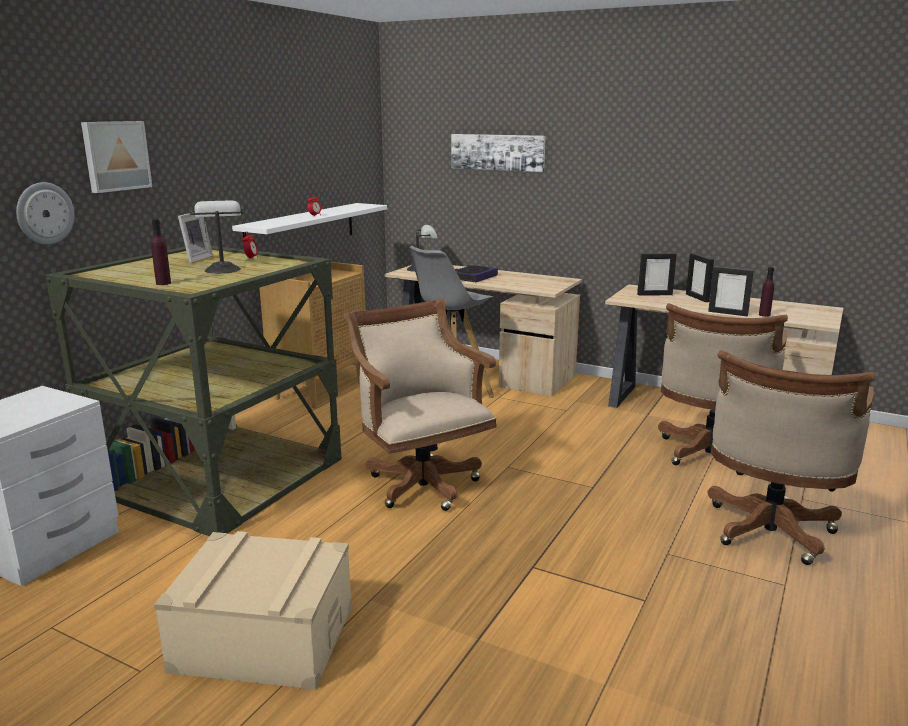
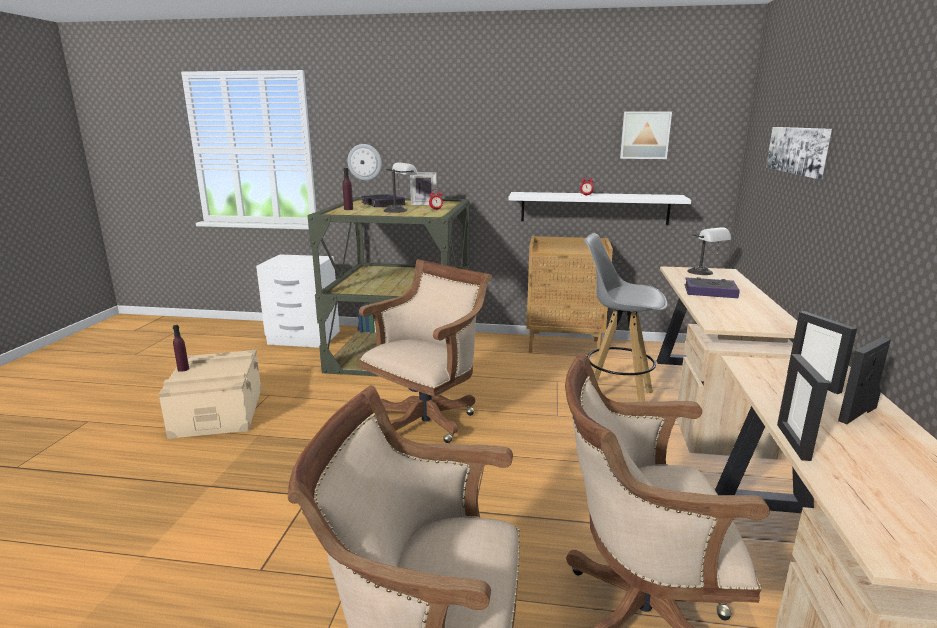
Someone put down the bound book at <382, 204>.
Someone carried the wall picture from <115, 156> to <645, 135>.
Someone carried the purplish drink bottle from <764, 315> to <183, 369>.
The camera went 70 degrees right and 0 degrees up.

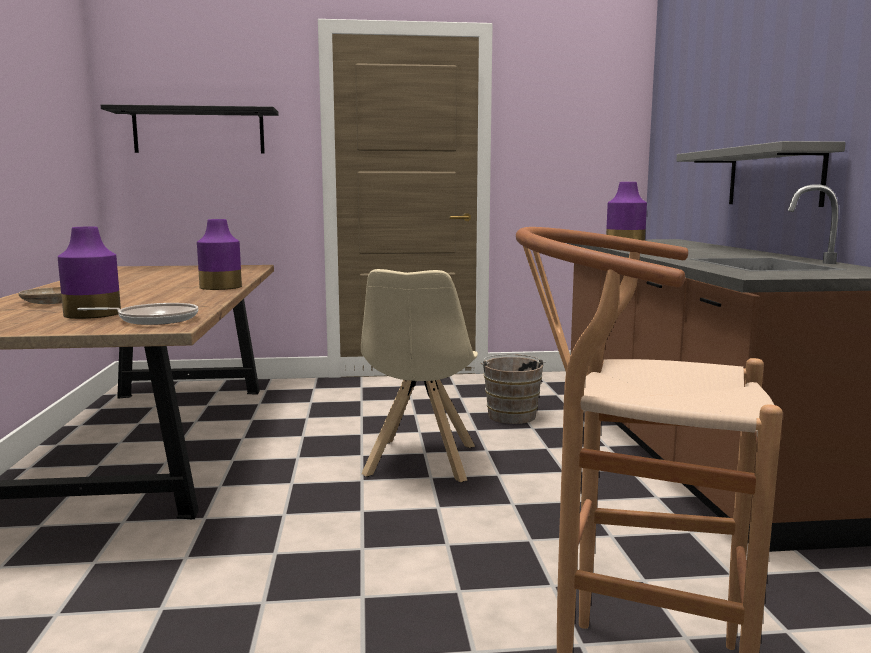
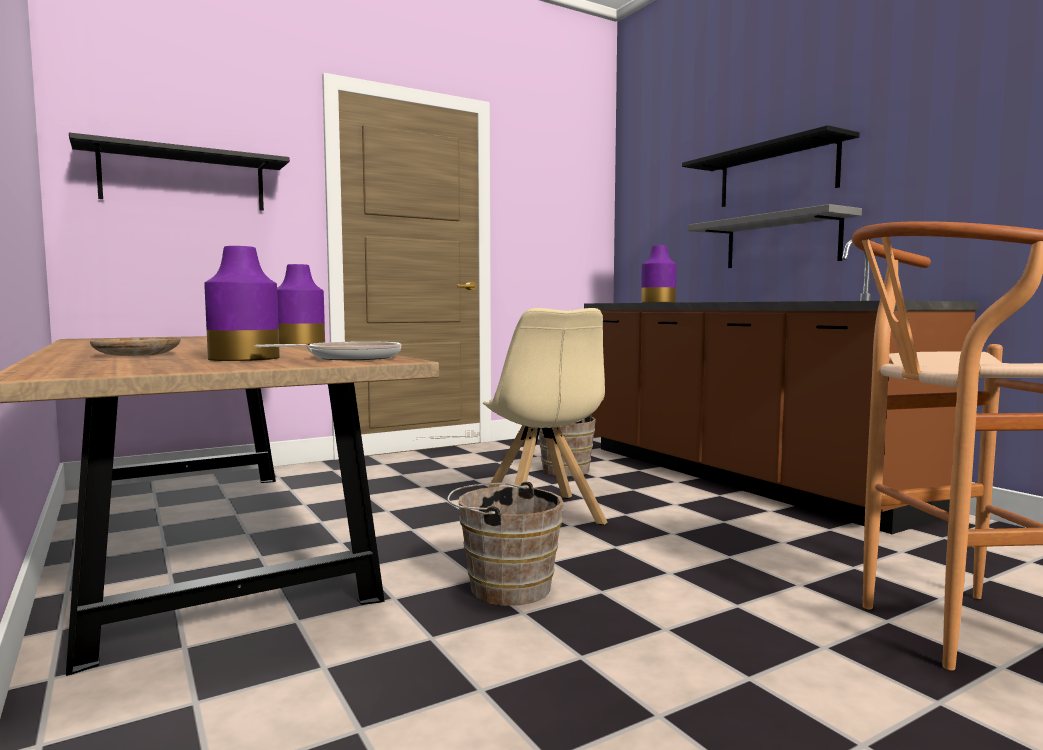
Someone put down the brown-coloured bucket at <504, 586>.
Someone put up the black-coloured bracket shelf at <777, 174>.
The camera went 25 degrees left and 5 degrees down.

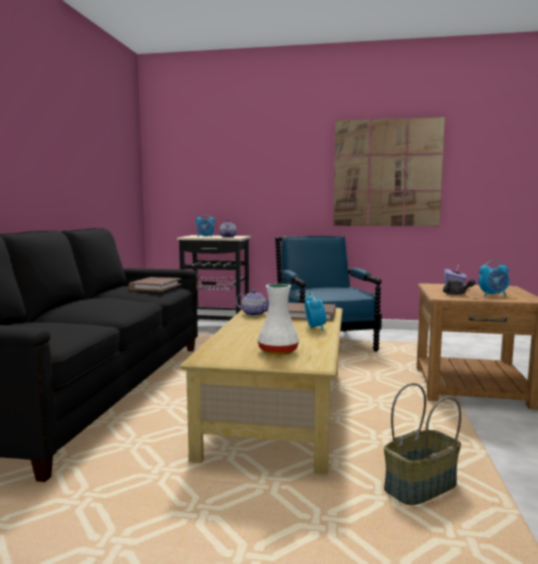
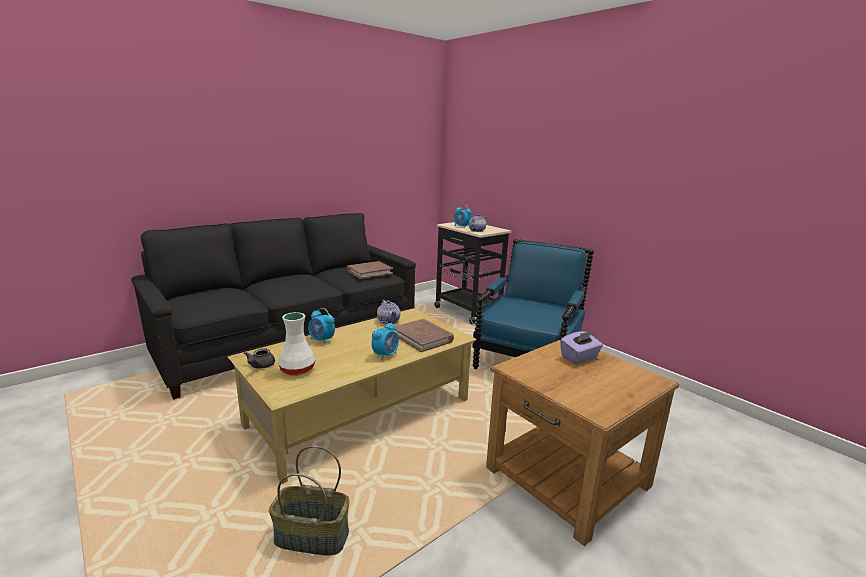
Someone took away the wall picture at <387, 173>.
Someone carried the gray teapot from <456, 294> to <260, 366>.
Someone carried the alarm clock from <493, 295> to <321, 340>.
The camera went 40 degrees right and 10 degrees up.

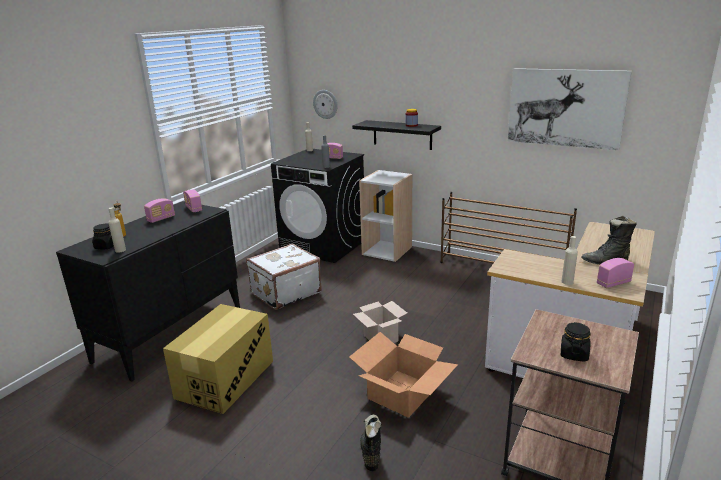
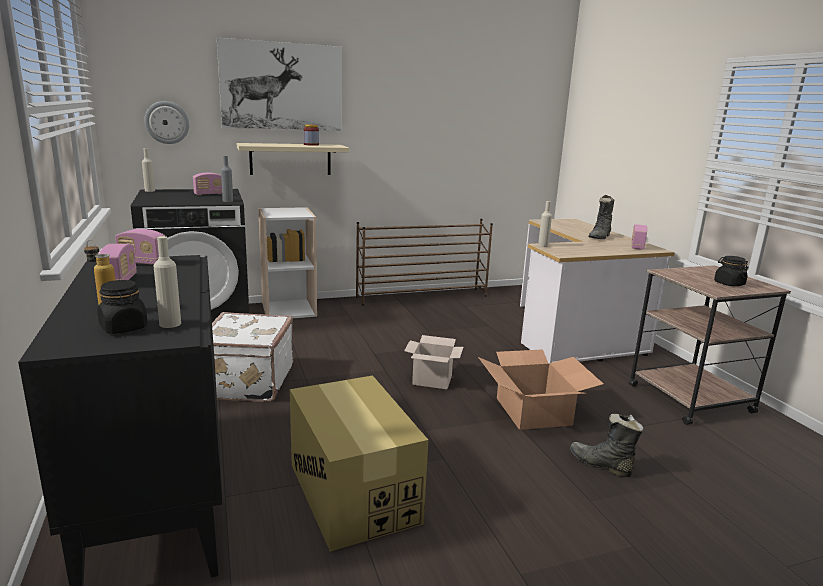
Someone carried the wall picture from <565, 108> to <282, 86>.
Someone carried the sand-coloured drink bottle from <567, 282> to <543, 245>.
Someone repainted the black-coloured bracket shelf at <402, 135>, which became the sand-coloured bracket shelf at <290, 159>.
The camera went 50 degrees left and 5 degrees down.

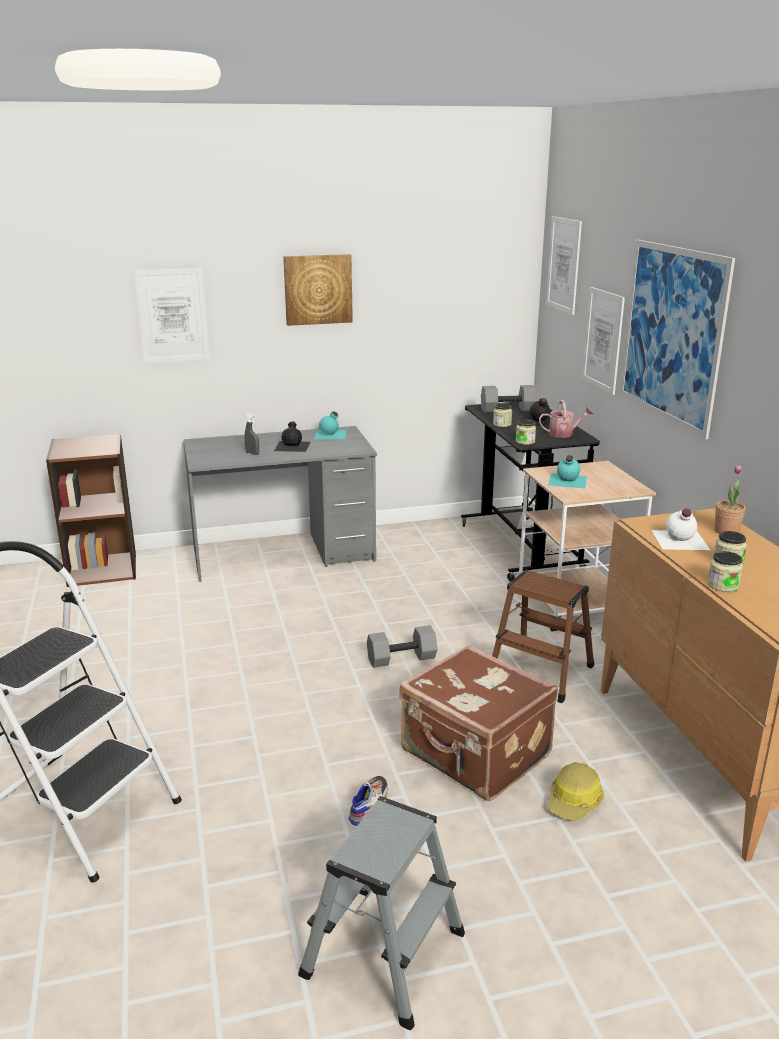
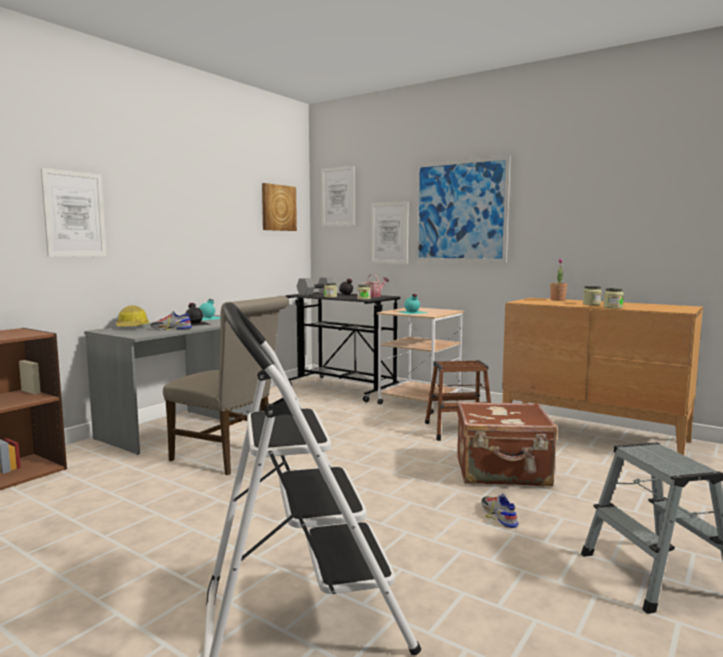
Someone took away the gray dumbbell at <402, 658>.
Someone took away the whitish drink bottle at <679, 540>.
Someone put down the sand-coloured chair at <230, 456>.
Someone carried the wall picture from <318, 289> to <278, 208>.
Someone carried the safety helmet from <574, 802> to <132, 327>.
Someone swapped the gray spray bottle at <252, 453> for the item of footwear at <171, 328>.
The camera went 40 degrees left and 15 degrees down.

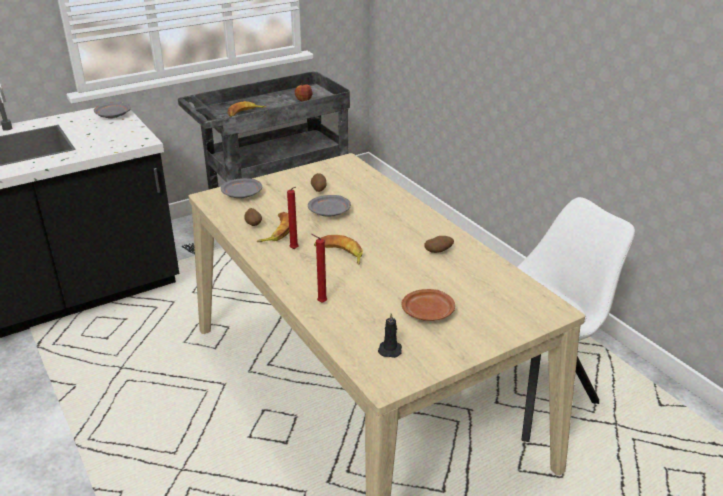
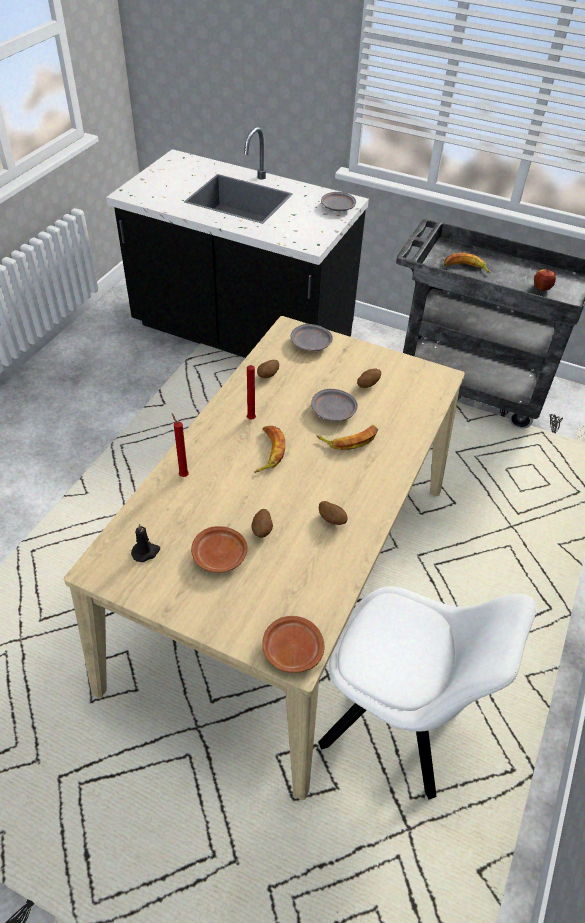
Someone put down the whole potato at <262, 530>.
Someone put down the brown-coloured flat dish at <292, 649>.
Someone carried the banana from <276, 231> to <350, 439>.
The camera went 55 degrees right and 15 degrees up.

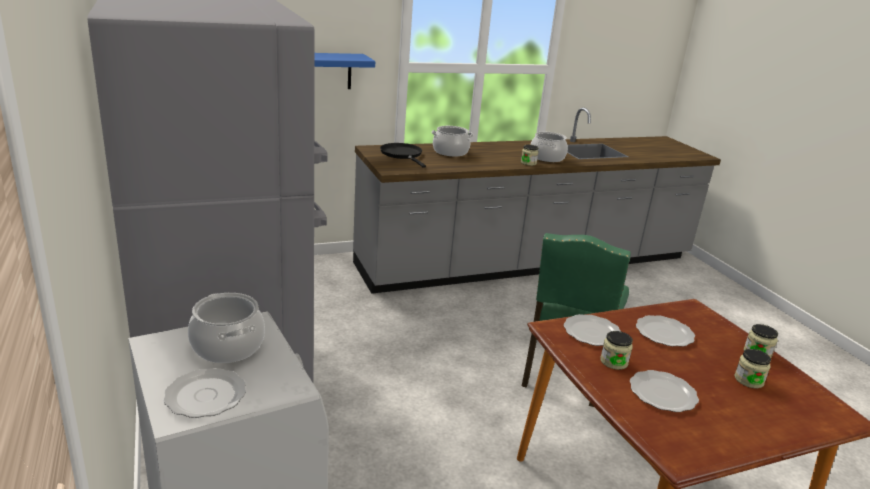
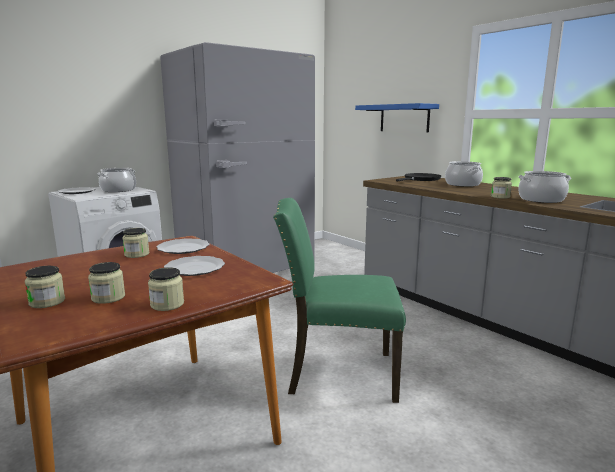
Someone took away the flat dish at <662, 393>.
Someone put down the preserve jar at <47, 302>.
The camera went 75 degrees right and 10 degrees down.

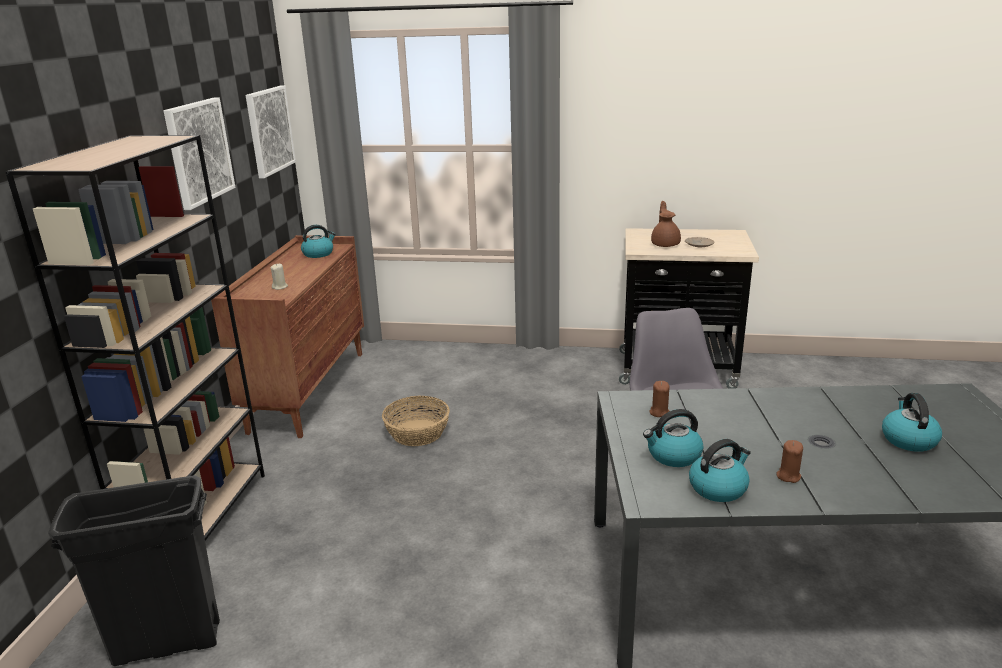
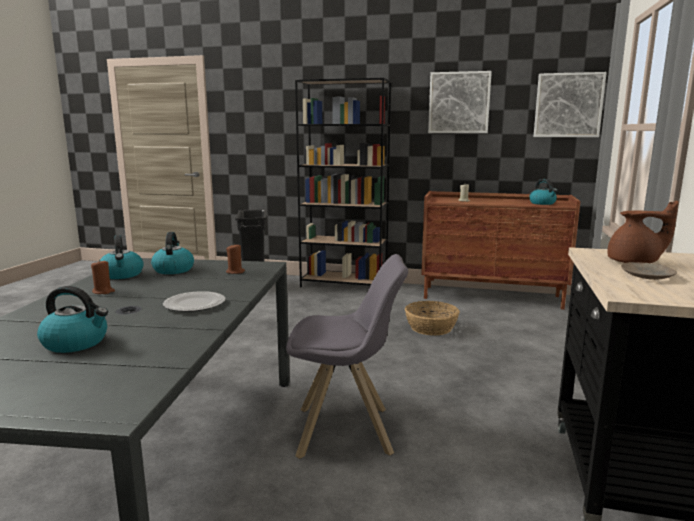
Someone put down the flat dish at <194, 304>.
The camera went 95 degrees right and 10 degrees down.

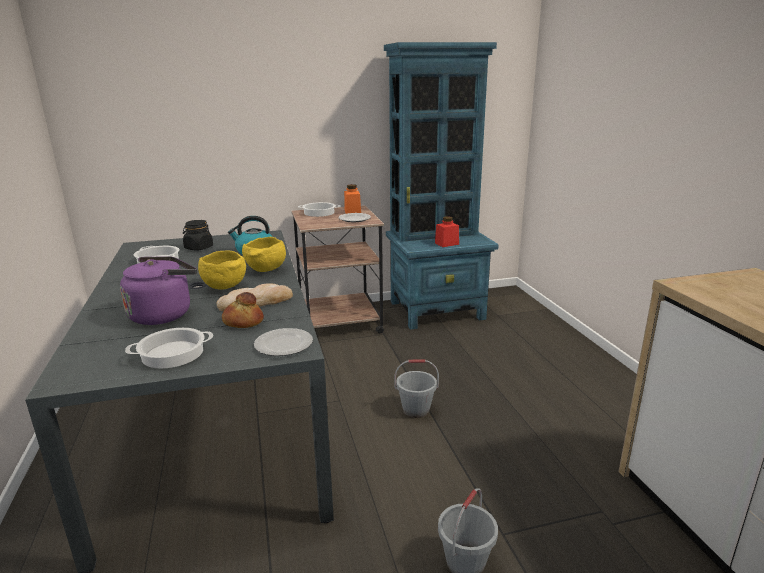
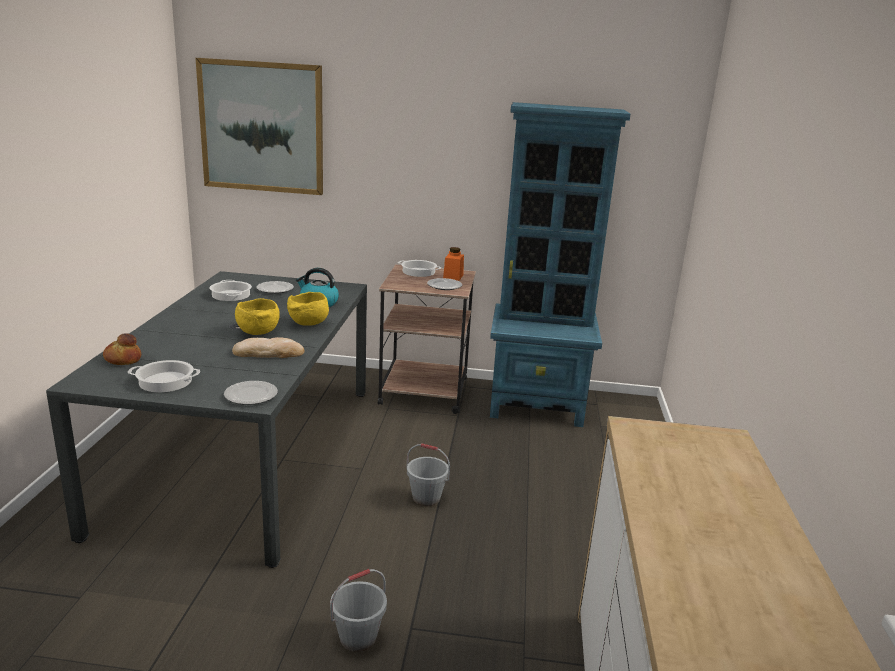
Someone took away the purplish kettle at <164, 314>.
Someone took away the reddish preserve jar at <446, 243>.
Someone put up the wall picture at <262, 127>.
Someone carried the bakery bread from <243, 322> to <123, 359>.
Someone swapped the black-coloured preserve jar at <198, 248> for the flat dish at <275, 289>.
The camera went 20 degrees right and 0 degrees up.

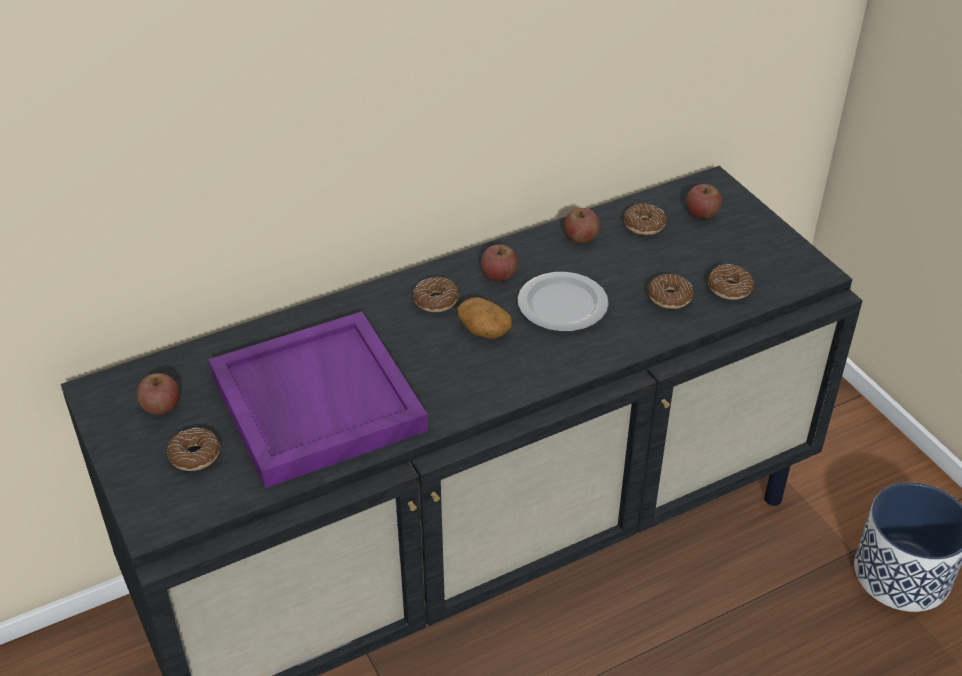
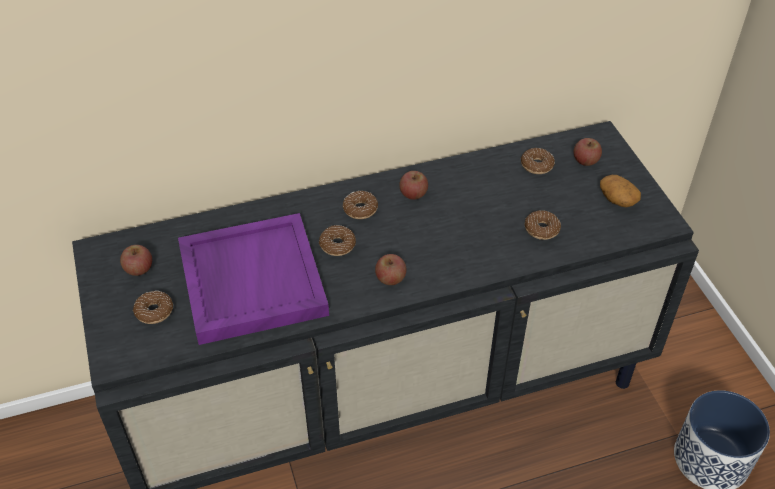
Someone took away the flat dish at <561, 304>.
Someone carried the whole potato from <483, 329> to <617, 199>.
Someone carried the whole apple from <581, 237> to <390, 278>.
Someone carried the doughnut from <729, 288> to <337, 245>.
The camera went 10 degrees right and 5 degrees up.

